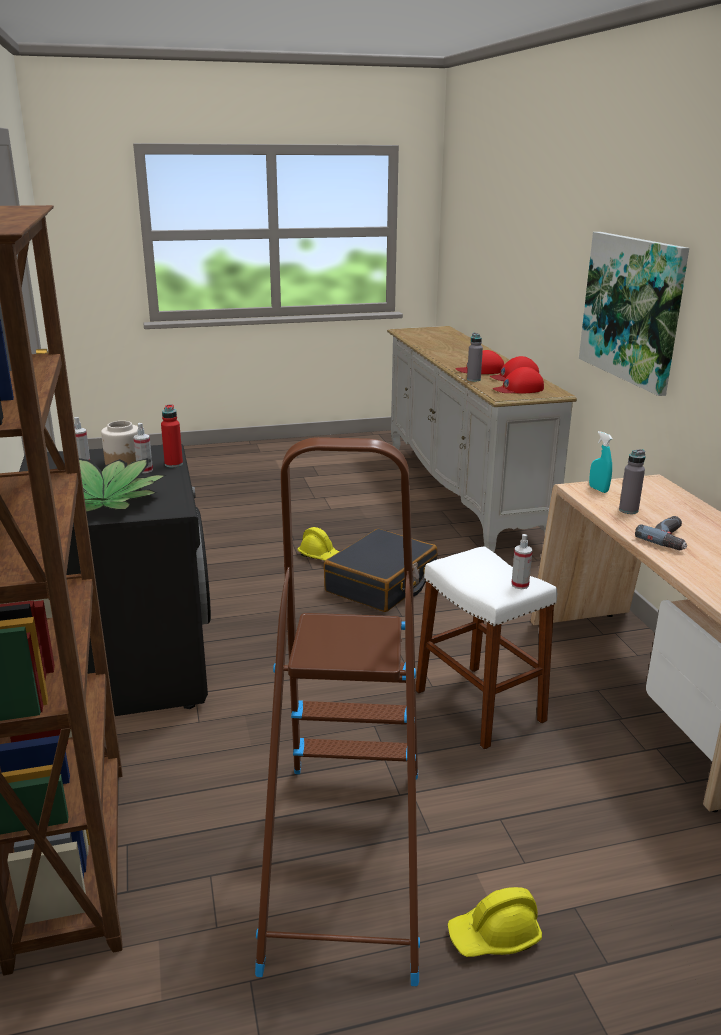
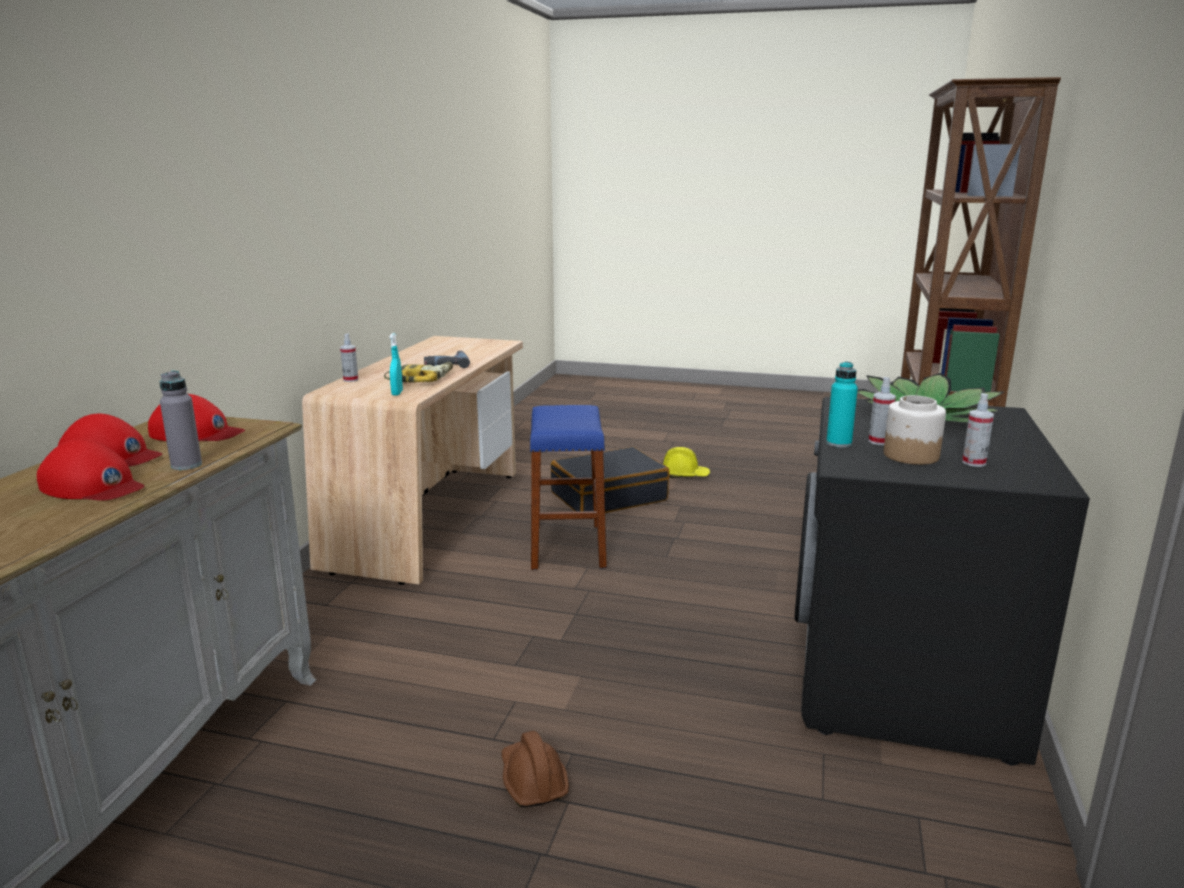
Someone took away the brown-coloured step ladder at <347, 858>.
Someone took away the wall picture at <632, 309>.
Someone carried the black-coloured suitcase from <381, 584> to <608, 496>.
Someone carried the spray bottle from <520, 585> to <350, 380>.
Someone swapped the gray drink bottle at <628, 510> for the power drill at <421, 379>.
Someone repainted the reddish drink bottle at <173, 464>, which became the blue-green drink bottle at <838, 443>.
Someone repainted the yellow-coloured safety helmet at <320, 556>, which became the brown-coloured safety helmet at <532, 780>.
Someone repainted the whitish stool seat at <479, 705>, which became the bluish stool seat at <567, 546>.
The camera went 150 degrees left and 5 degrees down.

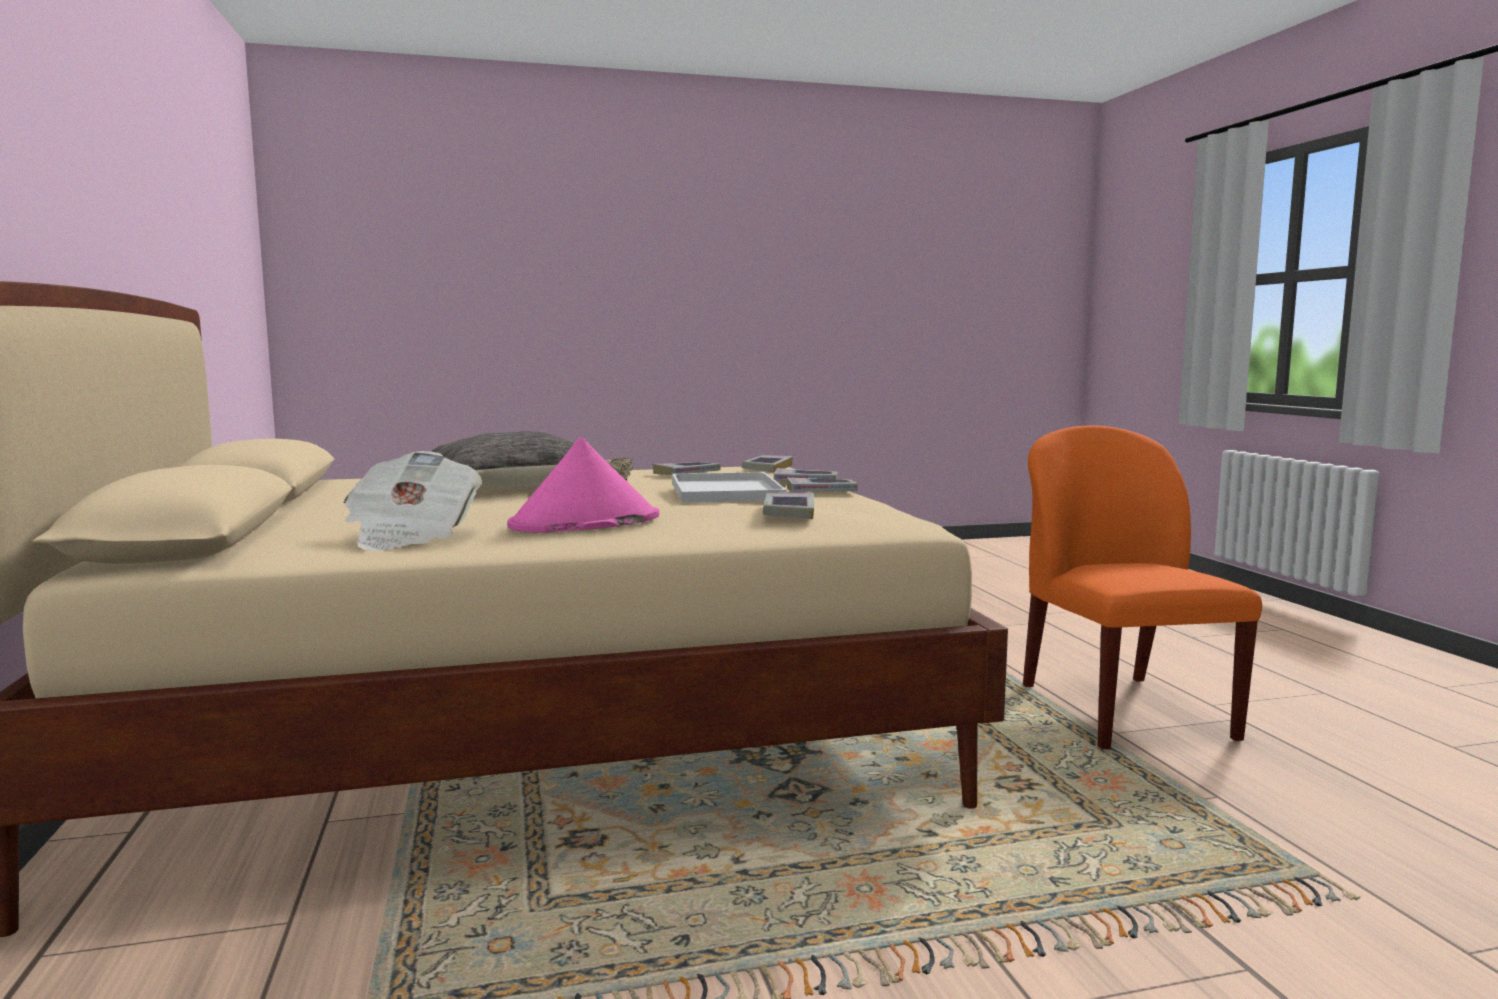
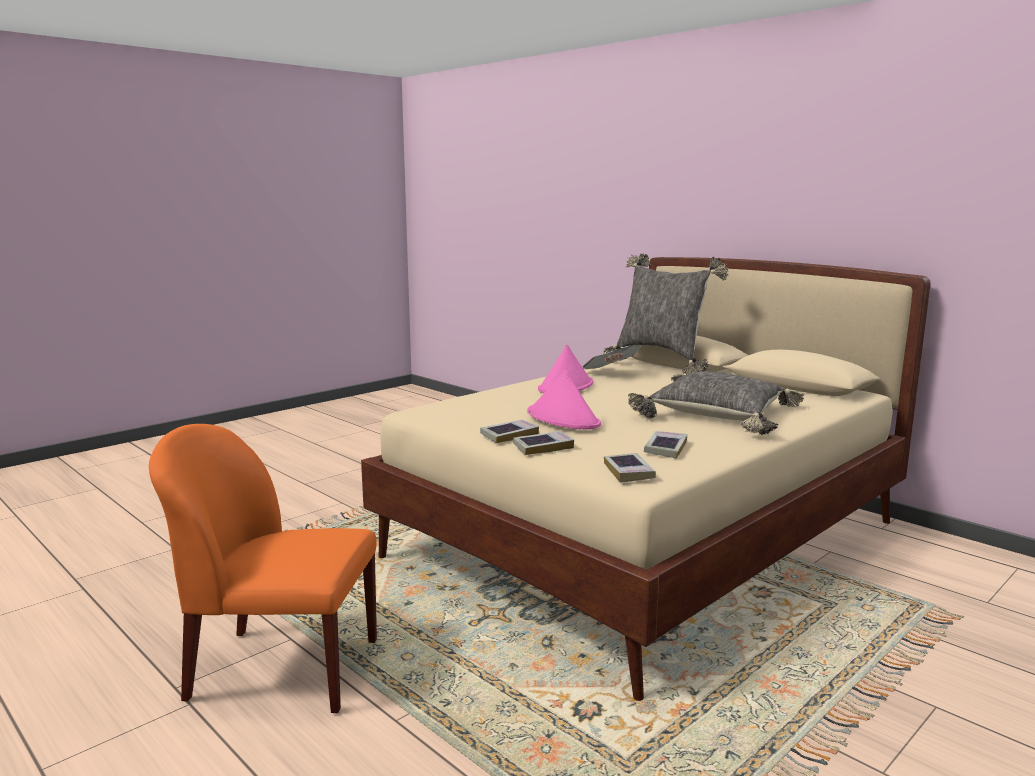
Someone took away the bound book at <788, 512>.
Someone put down the pillow at <663, 367>.
Someone swapped the whitish serving tray at <724, 490> for the pink-coloured wearable hat at <563, 419>.
Someone rotated the orangey chair at <1121, 710> by 135 degrees clockwise.
The camera went 150 degrees right and 5 degrees up.

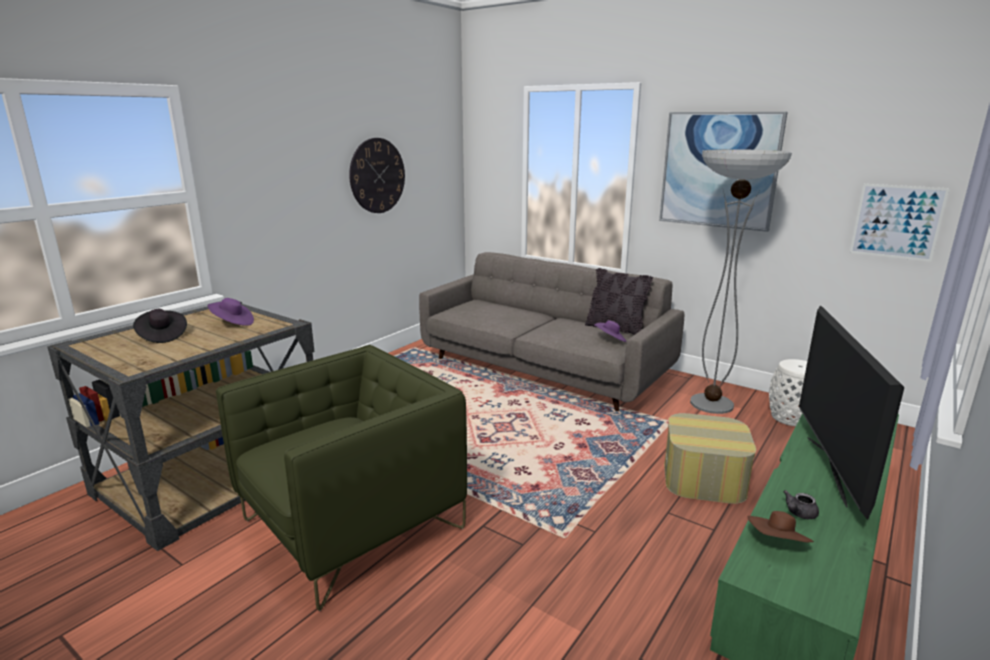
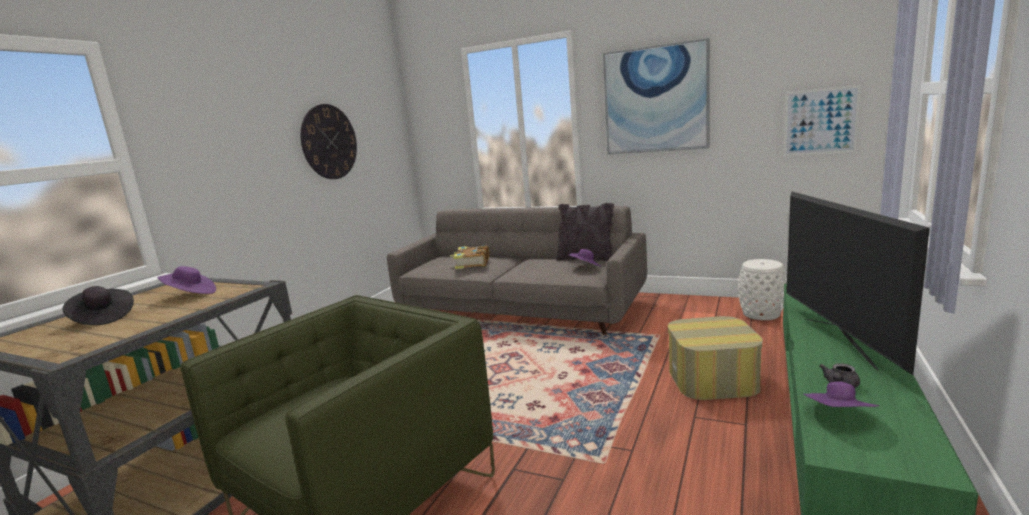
Someone took away the standing lamp at <711, 404>.
Someone put down the bound book at <471, 263>.
Someone repainted the brown-coloured wearable hat at <777, 543>, which became the purplish wearable hat at <839, 416>.
The camera went 10 degrees left and 5 degrees down.

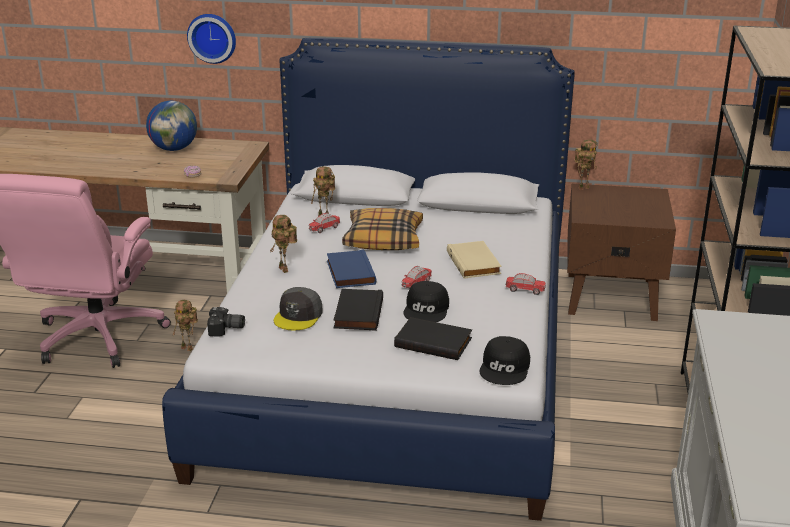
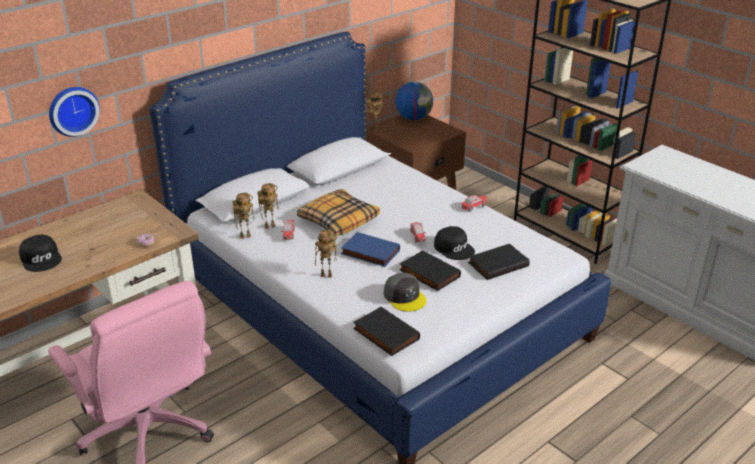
Someone took away the sand-coloured bound book at <475, 263>.
Someone carried the world globe from <174, 149> to <413, 118>.
Someone carried the model robot from <188, 348> to <245, 236>.
Someone carried the black-coloured baseball cap from <505, 368> to <42, 258>.
Someone swapped the still camera at <226, 330> for the black-coloured bound book at <384, 334>.
The camera went 50 degrees left and 5 degrees up.

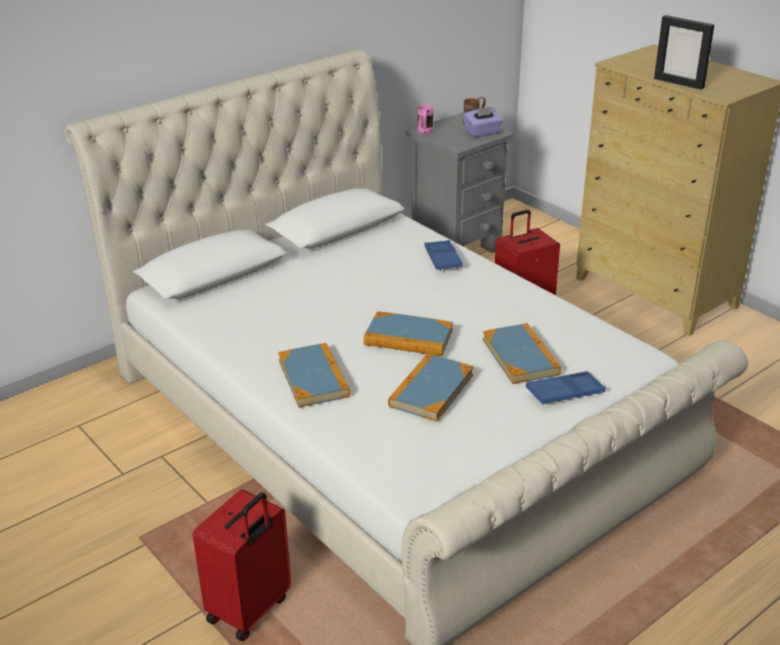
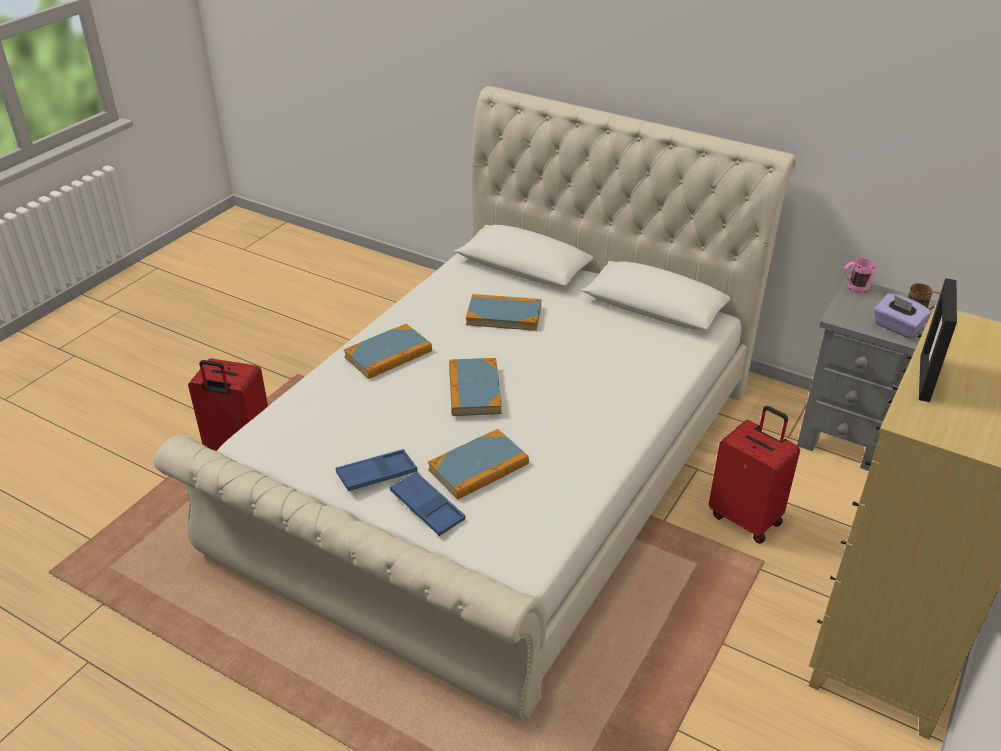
Someone carried the bound book from <431, 390> to <504, 315>.
Someone carried the bluish serving tray from <442, 259> to <377, 474>.
The camera went 70 degrees right and 5 degrees up.

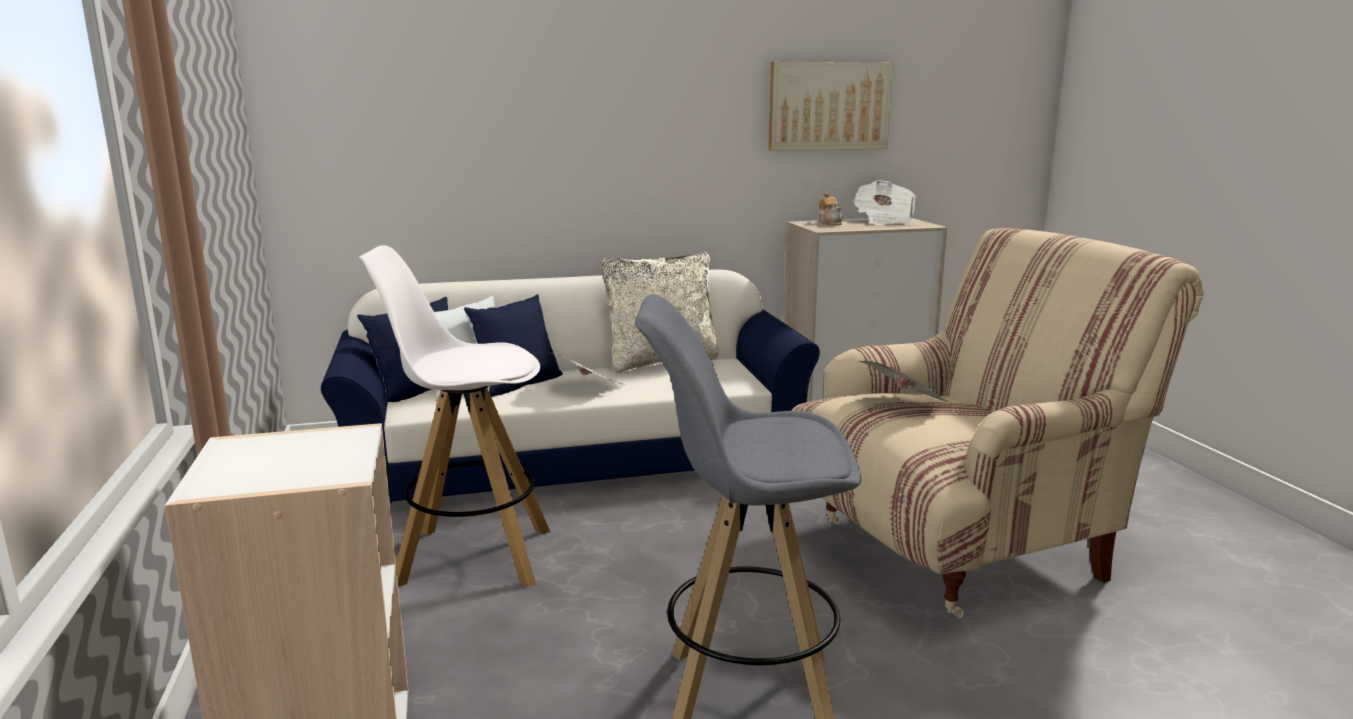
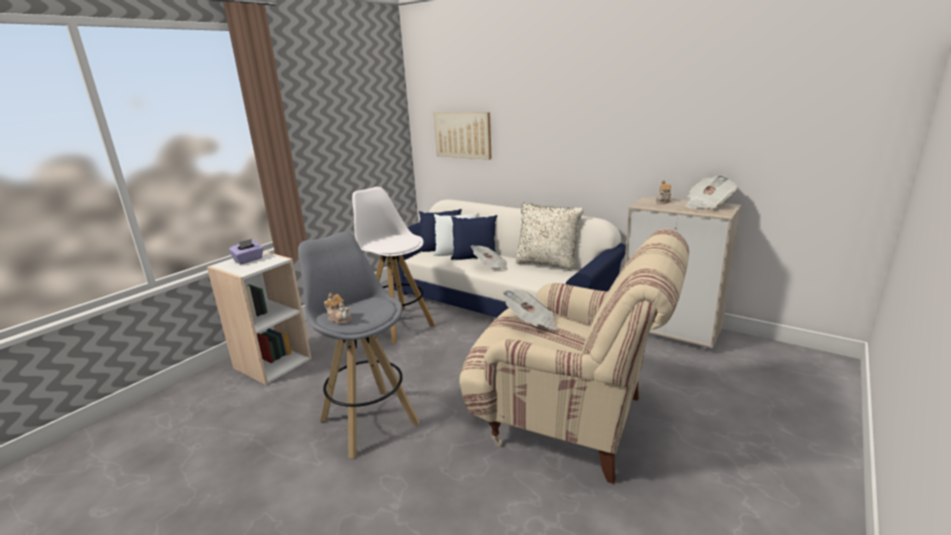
Someone put down the purplish box of tissues at <249, 260>.
Someone put down the teapot at <339, 318>.
Someone carried the wall picture from <829, 106> to <463, 135>.
The camera went 50 degrees right and 5 degrees up.

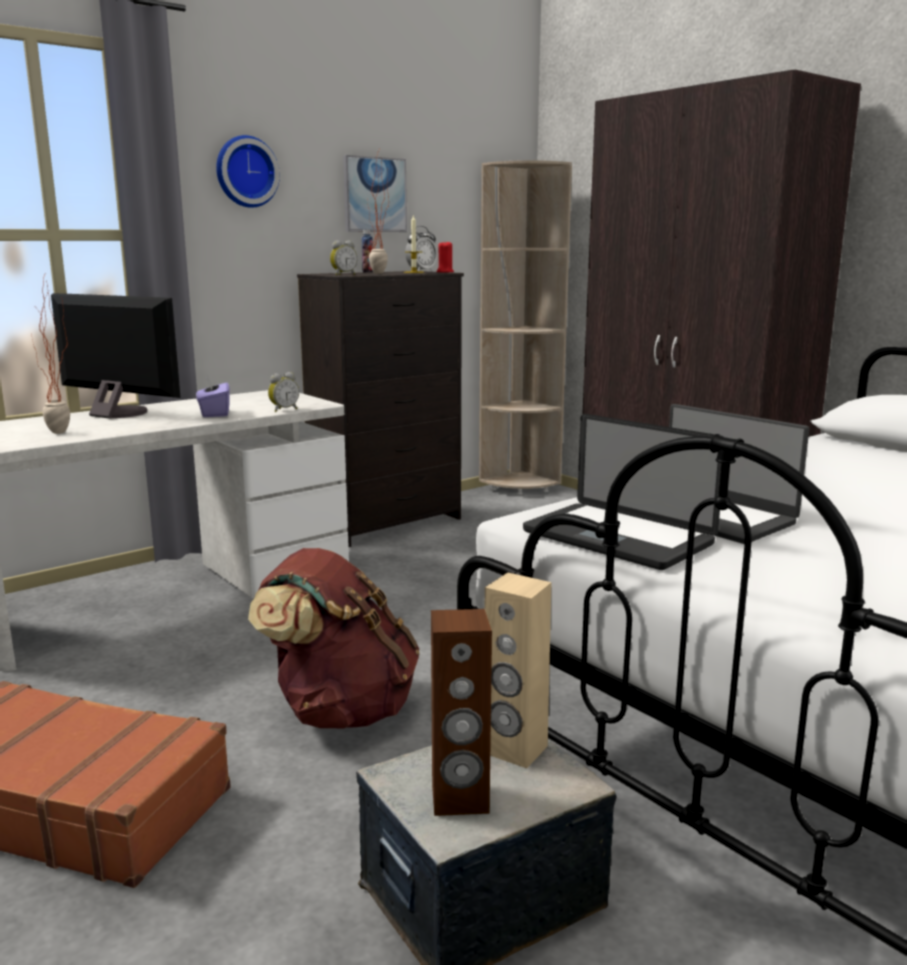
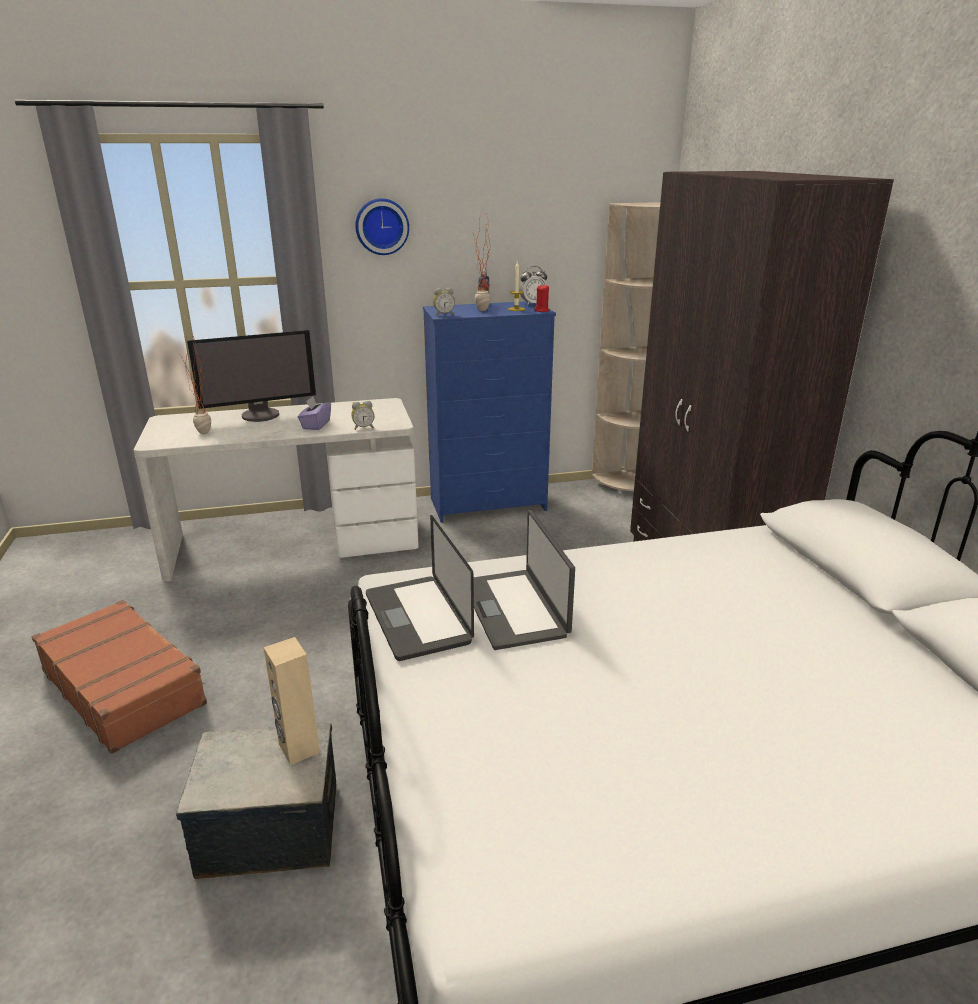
Someone took away the brown-coloured backpack at <340, 710>.
Someone took away the wall picture at <374, 195>.
Someone took away the brown-coloured audio speaker at <460, 799>.
Someone repainted the black-coloured drawer chest at <388, 523>, which became the bluish drawer chest at <489, 504>.
Someone rotated the computer display at <118, 413> by 105 degrees clockwise.
The camera went 25 degrees right and 10 degrees up.

